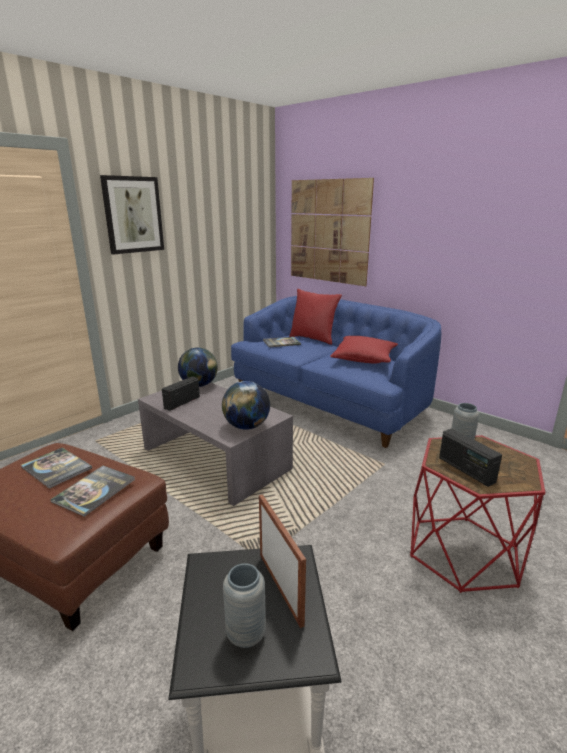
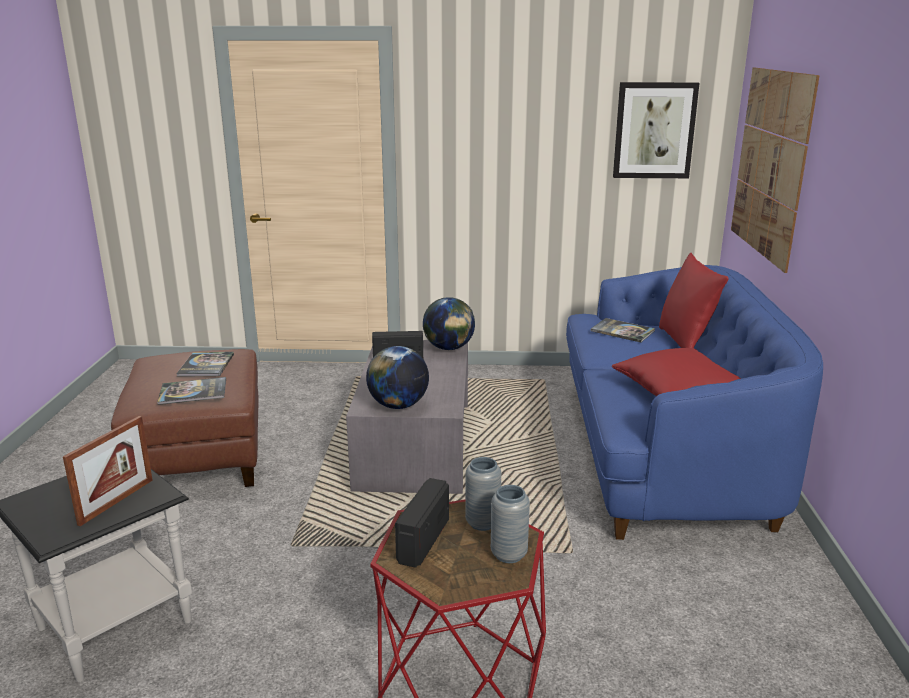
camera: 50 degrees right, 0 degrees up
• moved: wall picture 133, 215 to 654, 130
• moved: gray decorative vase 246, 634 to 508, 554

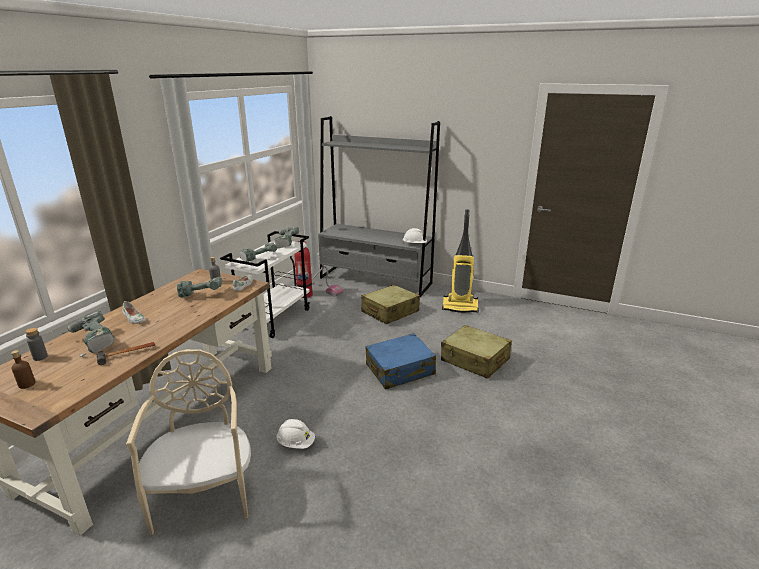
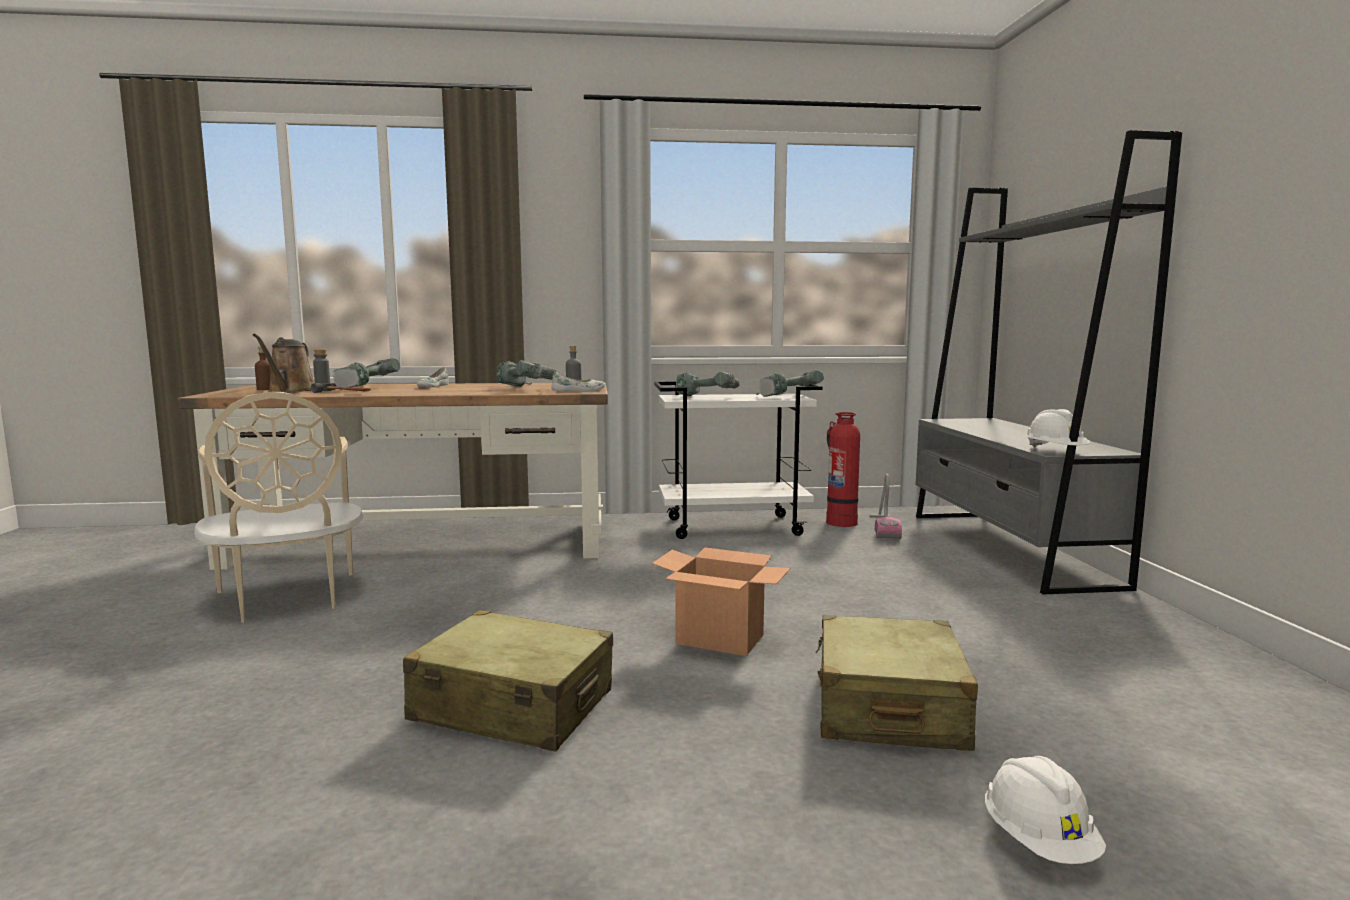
camera: 60 degrees right, 15 degrees down
• removed: vacuum 460, 307
• moved: sand-coloured travel case 390, 312 to 513, 706
• replaced: blue-coloured travel case 400, 370 to carton 721, 639
• turned: sand-coloured plain chair 204, 494 = 287, 598 105 degrees clockwise
• moved: white-coloured safety helmet 296, 443 to 1039, 842
• added: brown watering can 290, 391

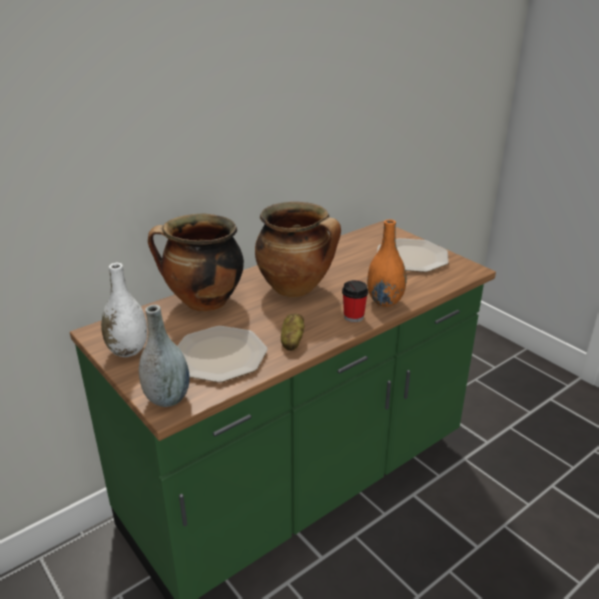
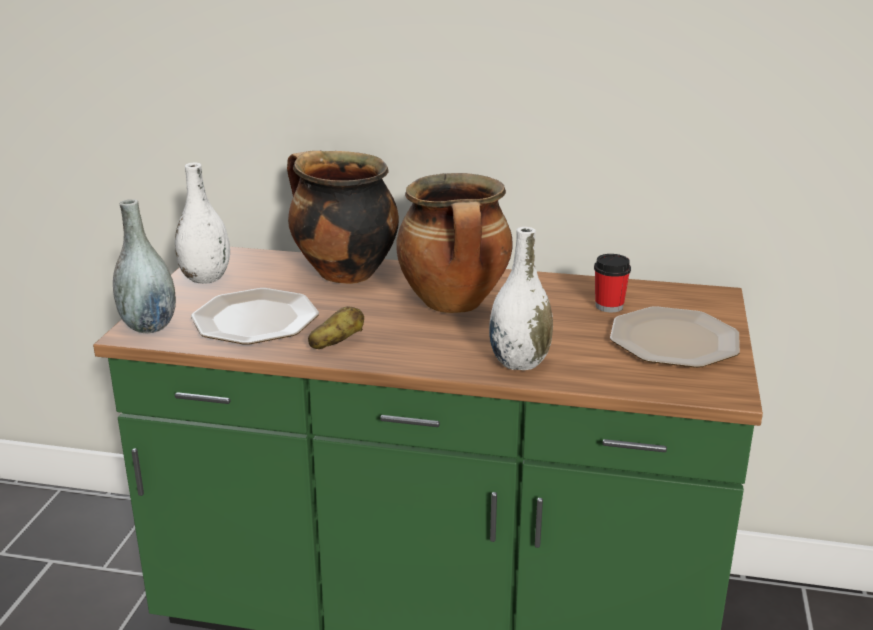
camera: 50 degrees right, 5 degrees down
• recoloured: orangey decorative vase 385, 301 to white-coloured decorative vase 519, 362
• moved: drinking cup 353, 317 to 609, 306

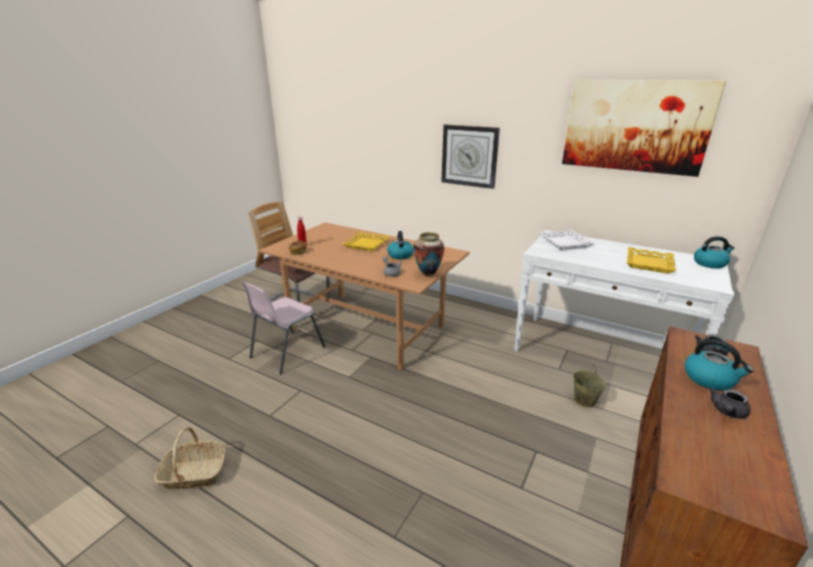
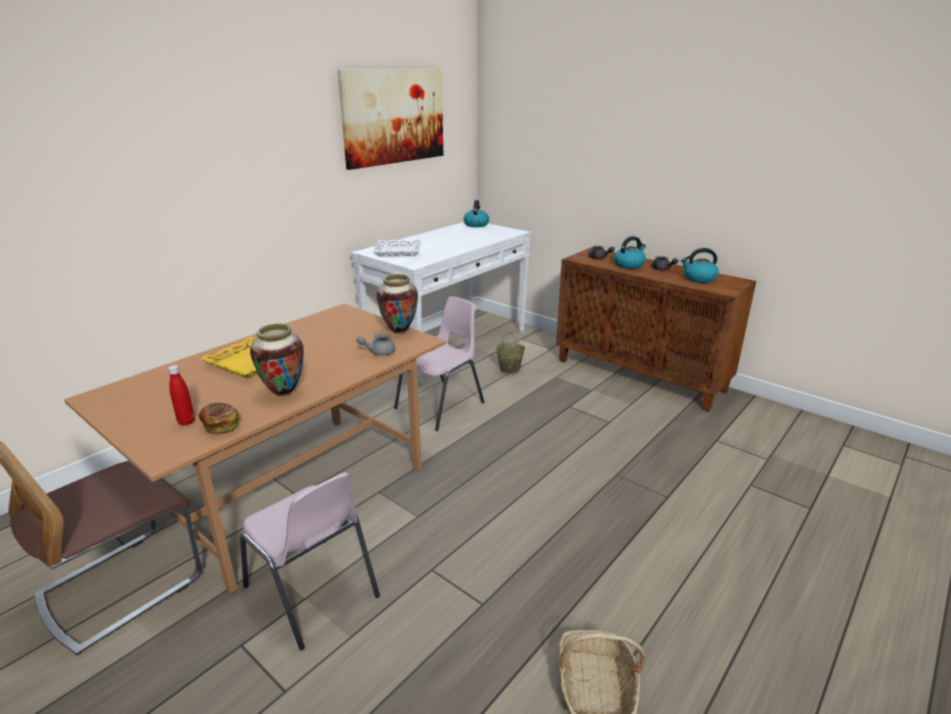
camera: 80 degrees left, 0 degrees up
• removed: hanging clock 469, 156
• moved: water kettle 400, 255 to 699, 278
• removed: yellow-coloured serving tray 648, 264
• added: pink plain chair 441, 405
• added: decorative vase 284, 392

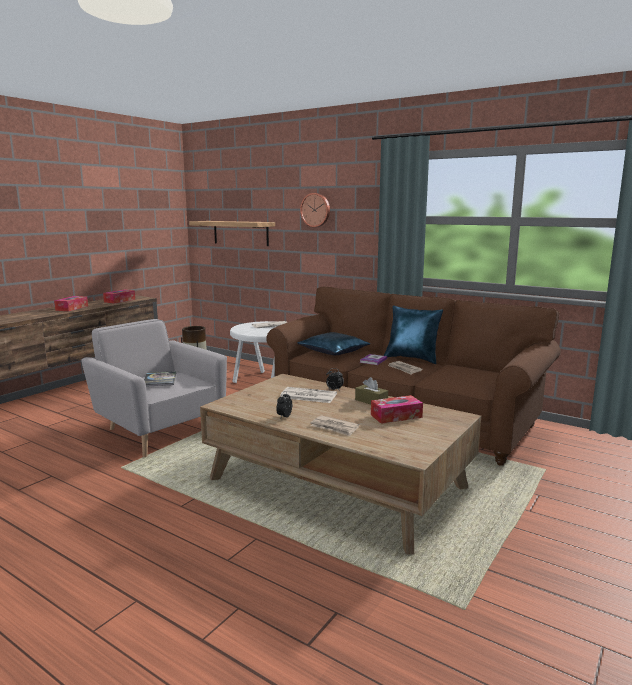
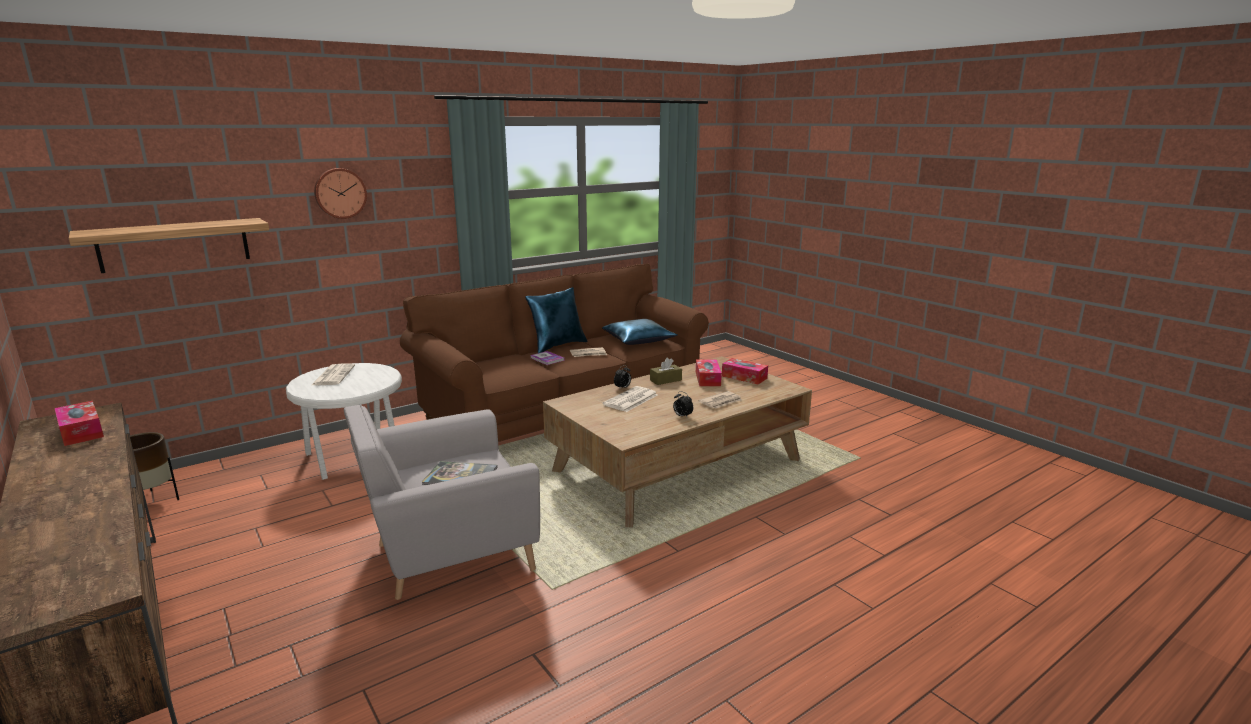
camera: 70 degrees left, 5 degrees up
• moved: tissue holder 72, 308 to 744, 377
• moved: blue-coloured throw pillow 334, 351 to 638, 340

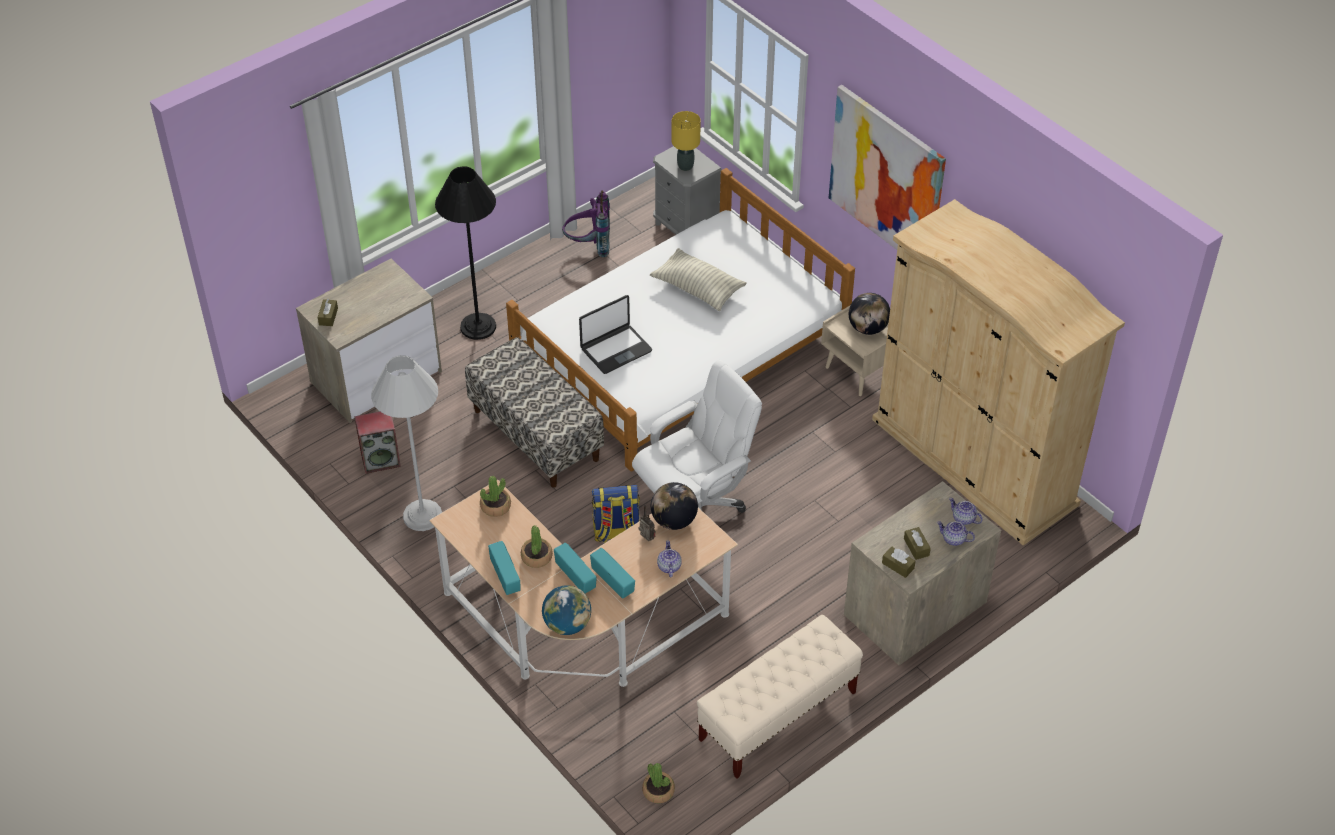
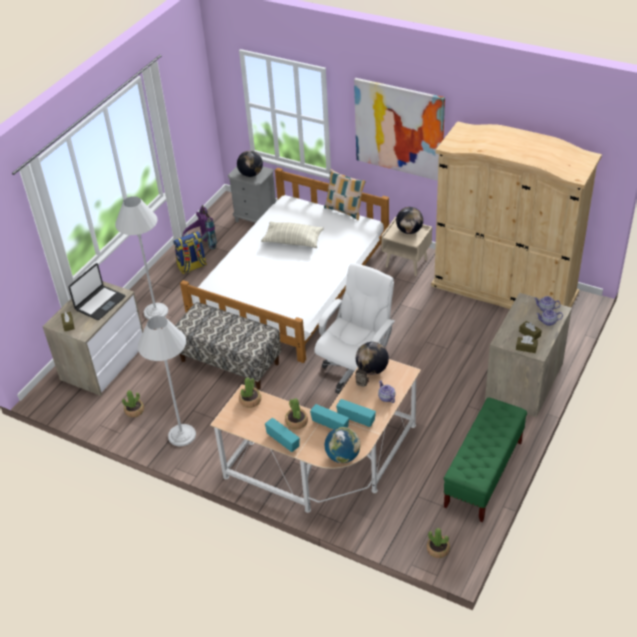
camera: 20 degrees left, 5 degrees down
• replaced: yellow-coloured lamp for a table 685, 166 to desk globe 251, 174
• recoloured: blackish standard lamp 478, 326 to white-coloured standard lamp 156, 312
• moved: notebook computer 615, 349 to 100, 303
• replaced: loudspeaker 381, 459 to houseplant 134, 411
• moved: backpack 616, 532 to 192, 267
• recoloured: sand-coloured long seat 777, 716 to green-coloured long seat 483, 474
• added: throw pillow 344, 210

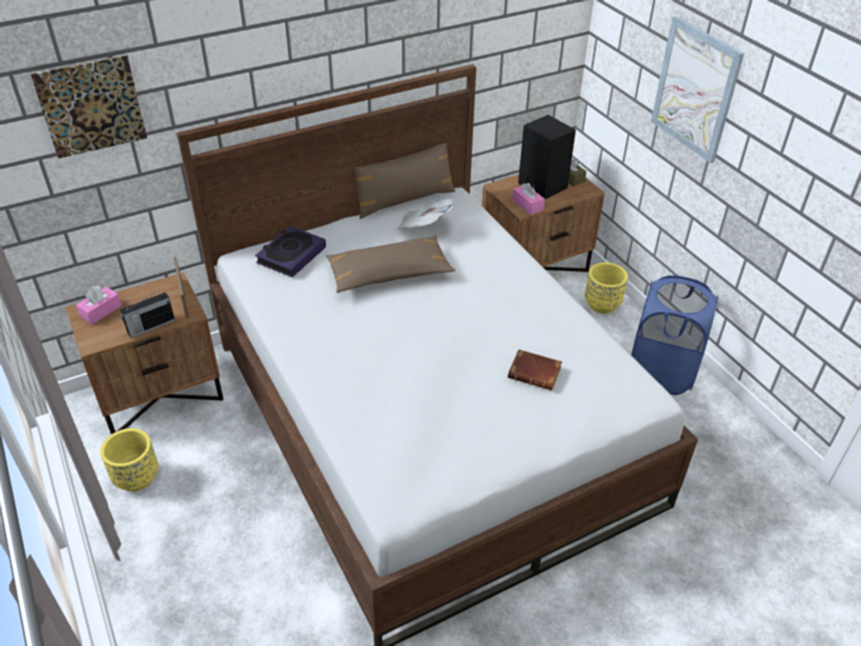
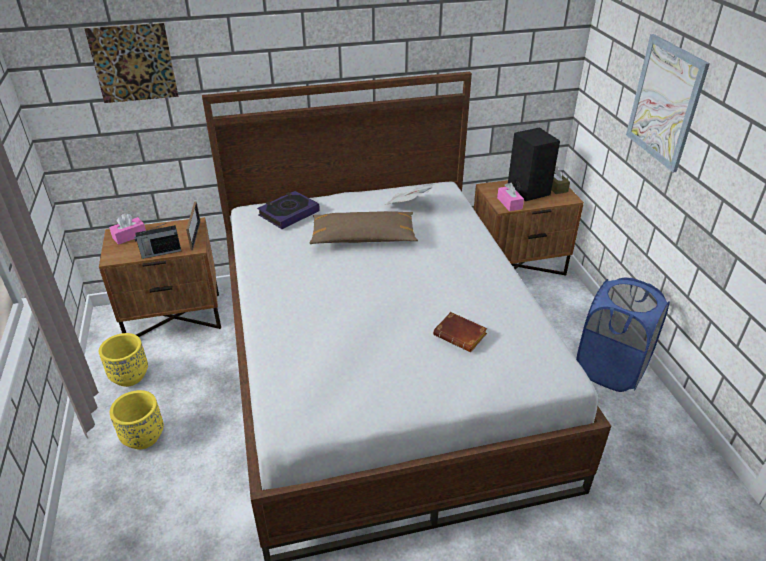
camera: 15 degrees right, 5 degrees down
• removed: brown throw pillow 404, 200
• moved: yellow-coloured plant pot 602, 305 to 143, 437

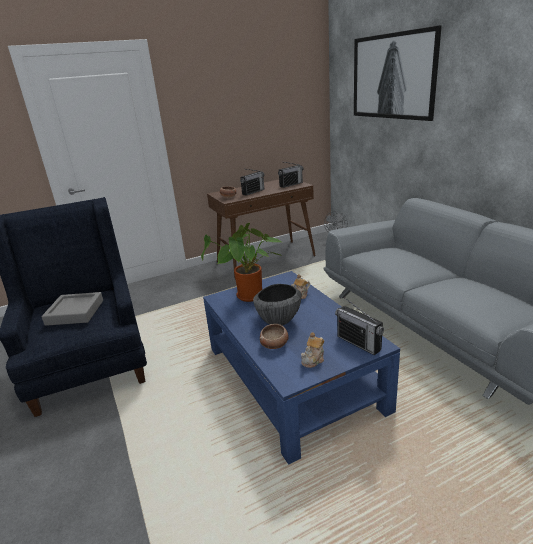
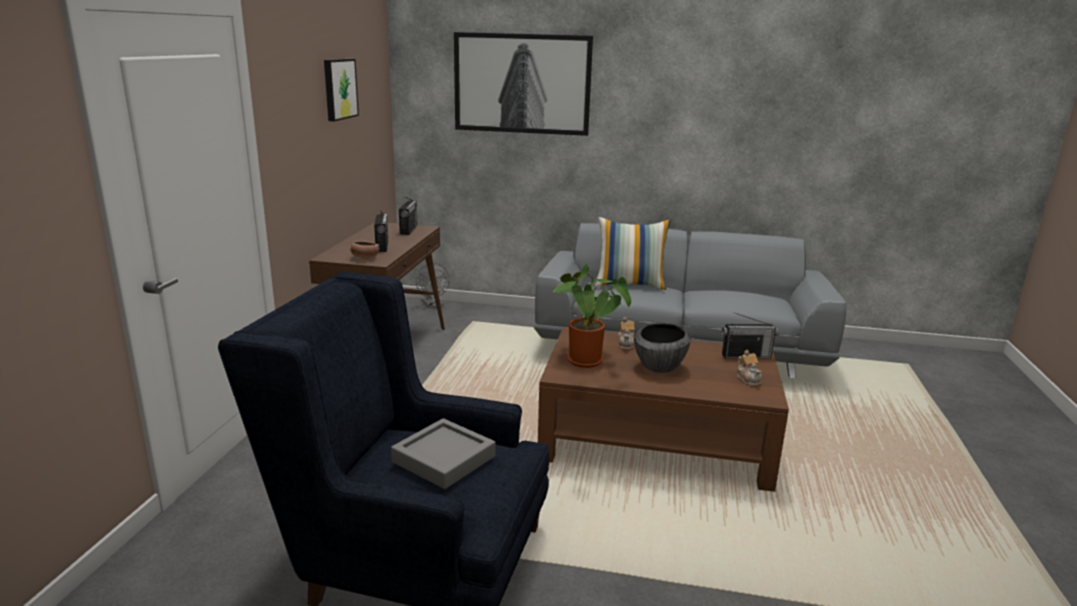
camera: 55 degrees left, 5 degrees down
• recoloured: blue-coloured lounge table 292, 378 to brown lounge table 656, 440
• removed: deep dish 275, 344
• added: wall picture 339, 89
• added: throw pillow 630, 284

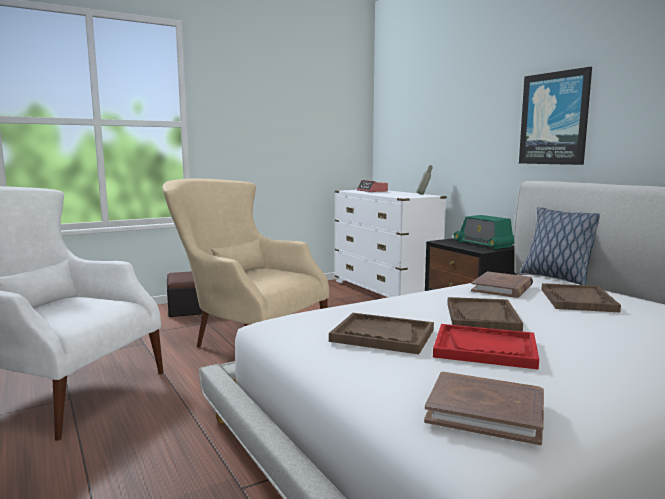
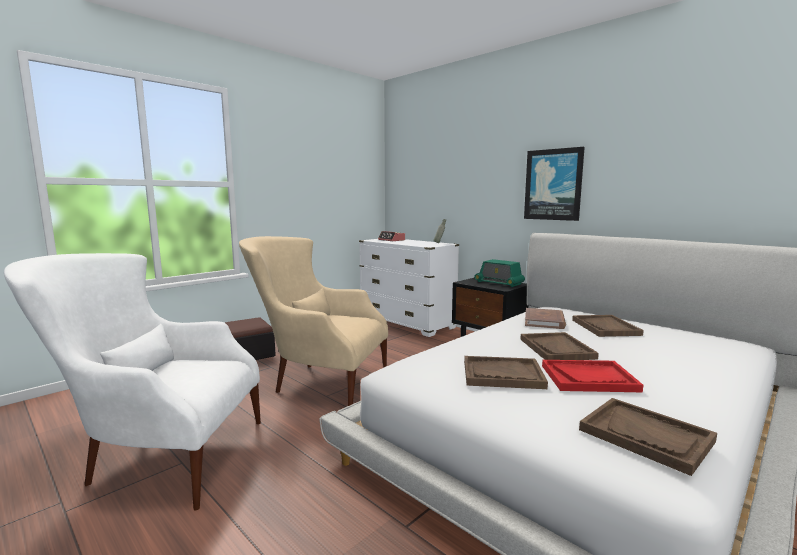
camera: 15 degrees left, 0 degrees up
• removed: throw pillow 556, 278
• replaced: brown bound book 485, 411 to brown serving tray 646, 436

